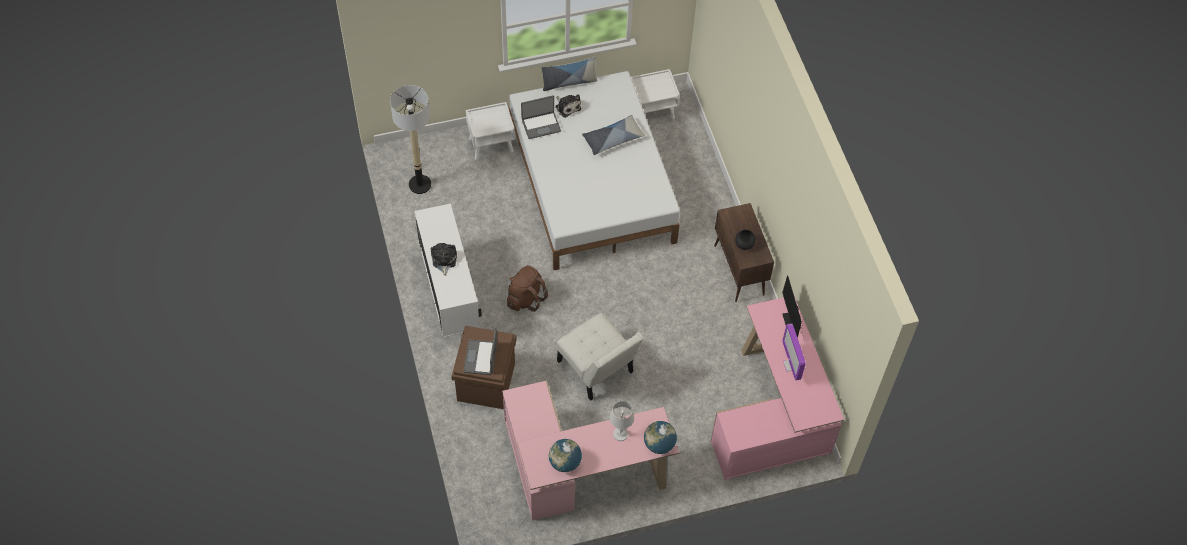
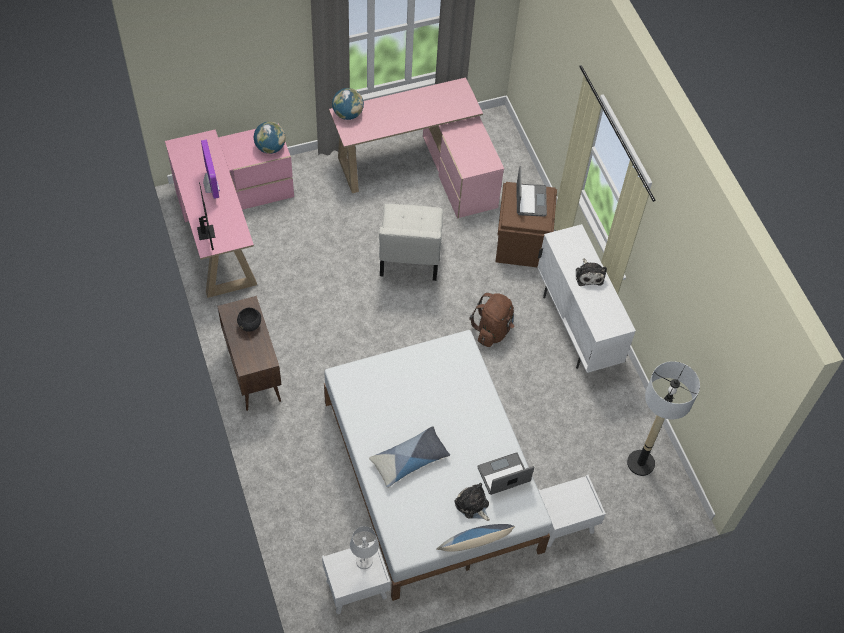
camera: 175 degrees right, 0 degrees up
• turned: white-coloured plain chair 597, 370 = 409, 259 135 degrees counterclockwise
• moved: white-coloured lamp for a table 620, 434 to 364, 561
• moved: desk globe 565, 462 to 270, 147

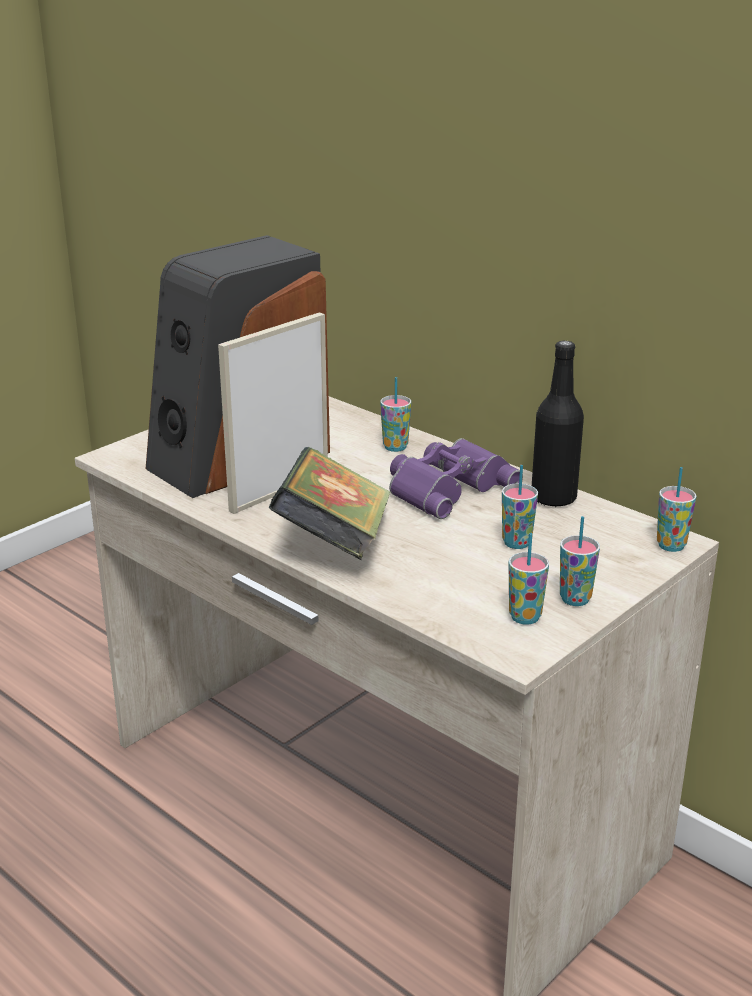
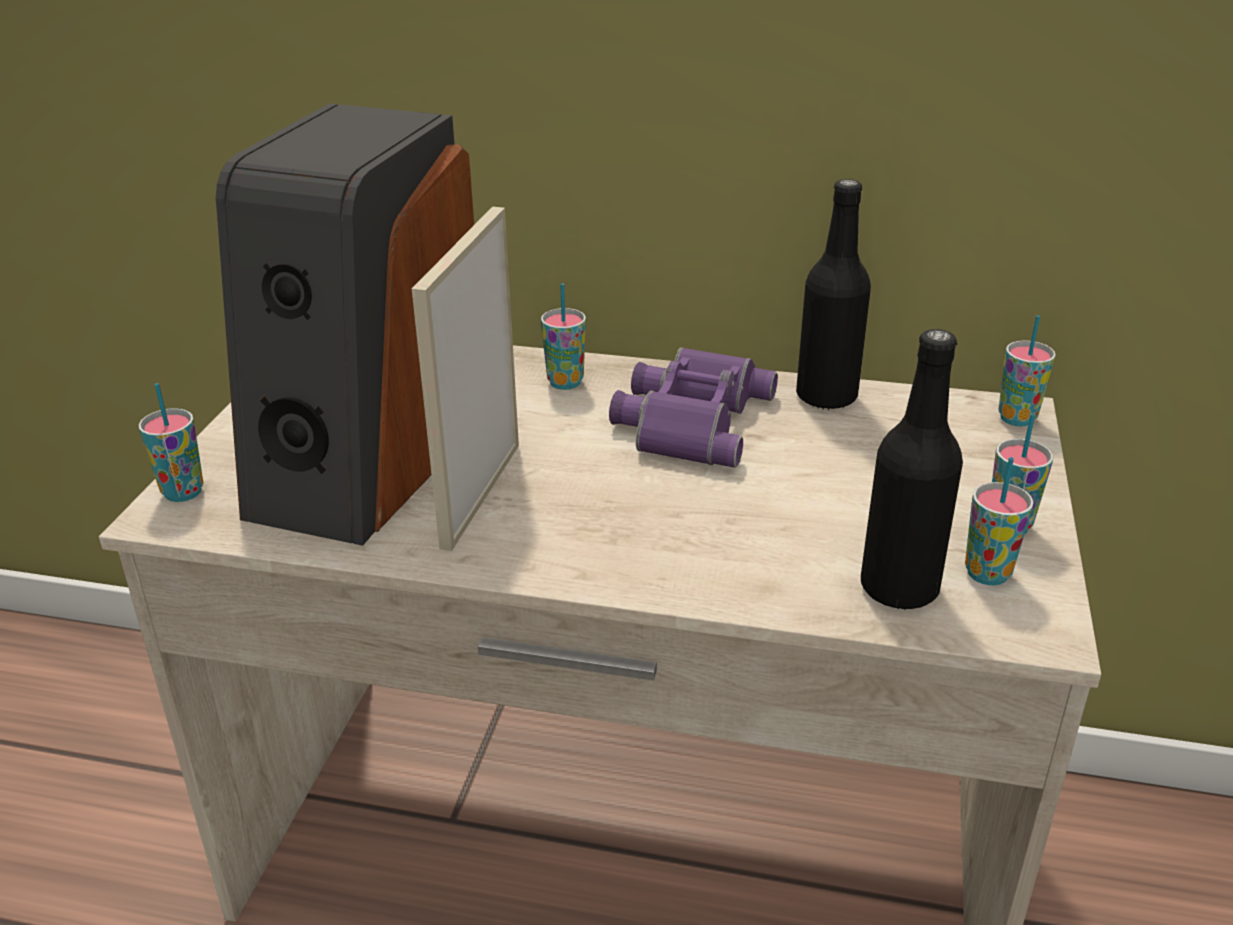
camera: 30 degrees left, 5 degrees up
• removed: bound book 333, 543
• moved: drinking cup 516, 543 to 183, 492
• added: blackish beverage bottle 899, 588

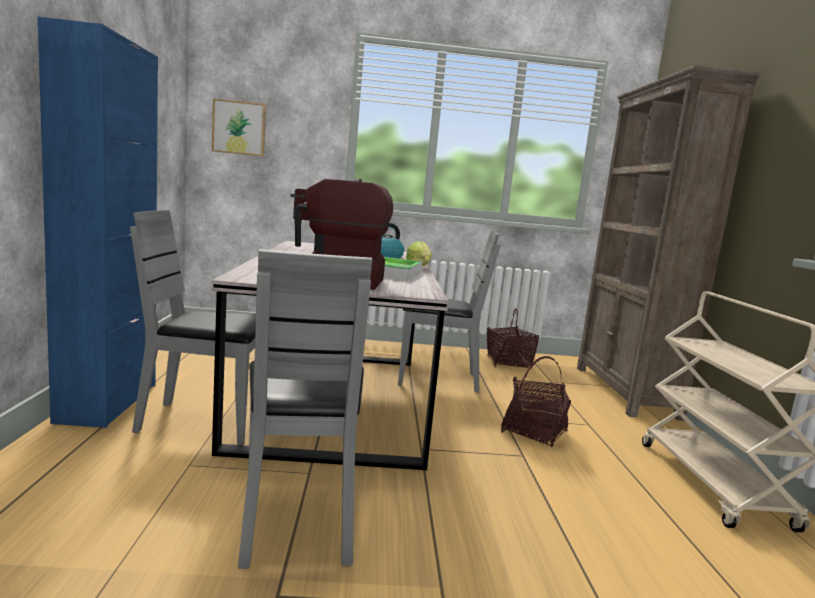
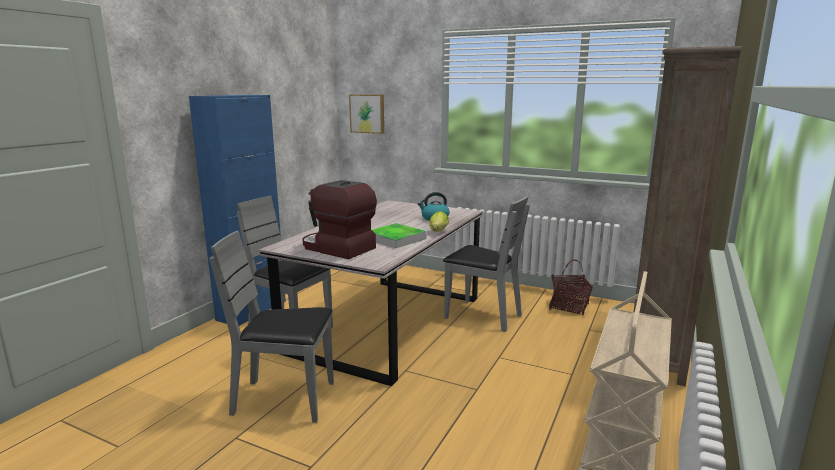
camera: 30 degrees right, 5 degrees up
• turned: gray plain chair 298, 518 = 285, 399 75 degrees clockwise
• removed: basket 534, 432

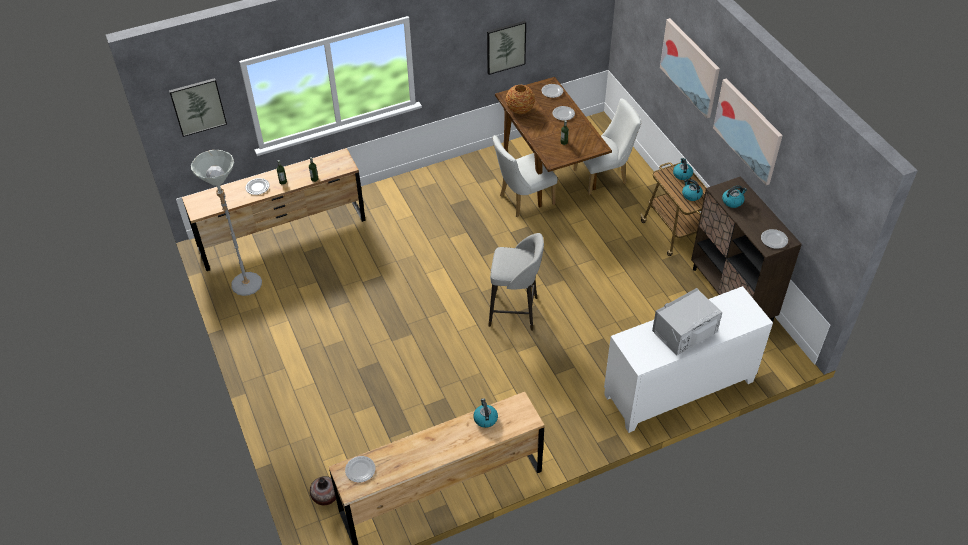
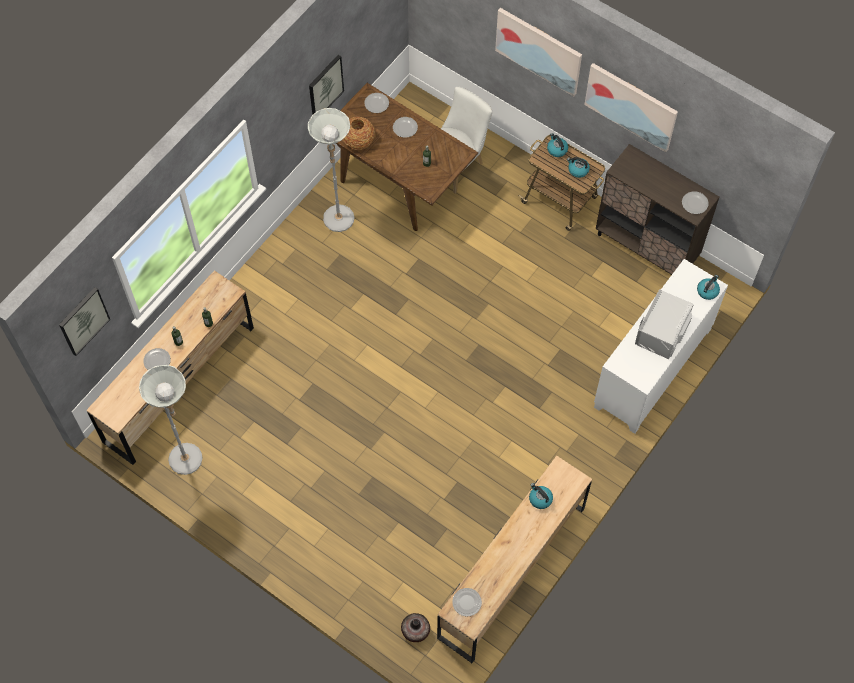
camera: 30 degrees left, 15 degrees up
• removed: white-coloured plain chair 522, 200
• moved: water kettle 732, 201 to 707, 291
• removed: gray stool seat 515, 312
• added: gray standard lamp 339, 224

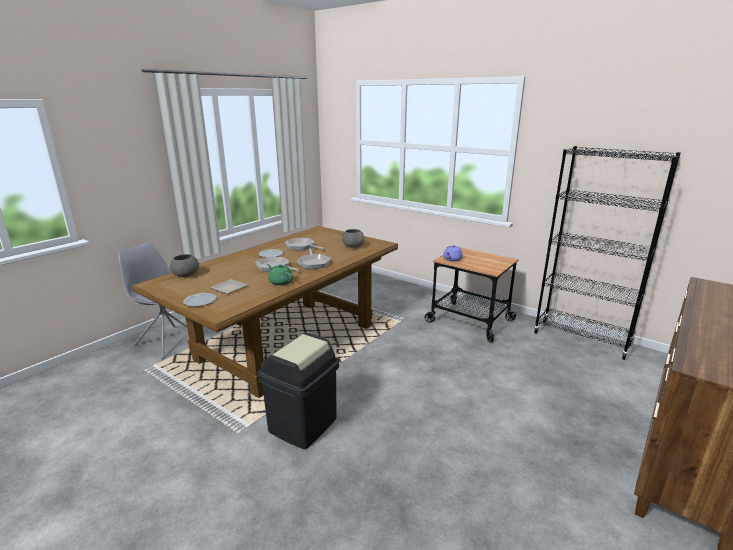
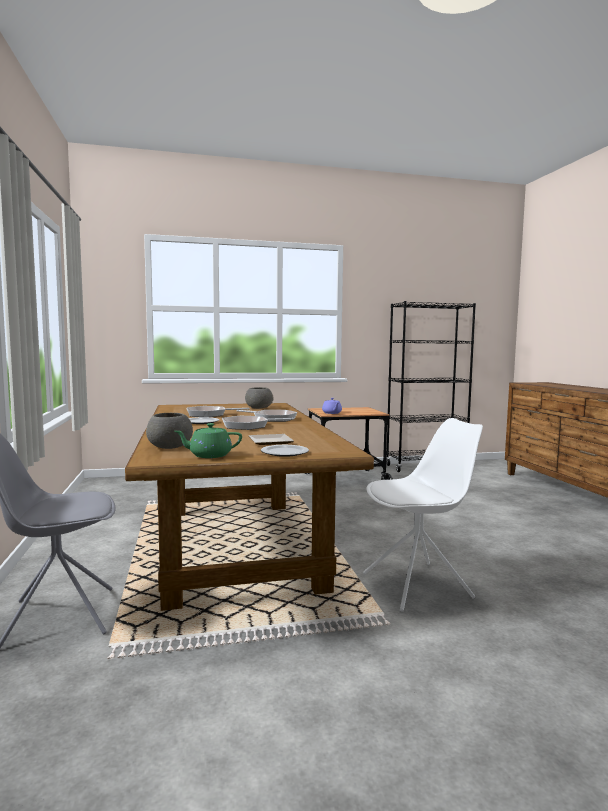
camera: 50 degrees left, 15 degrees down
• moved: green-coloured pot for tea 280, 282 to 209, 455
• replaced: blackish rubbish bin 303, 425 to white-coloured plain chair 418, 585

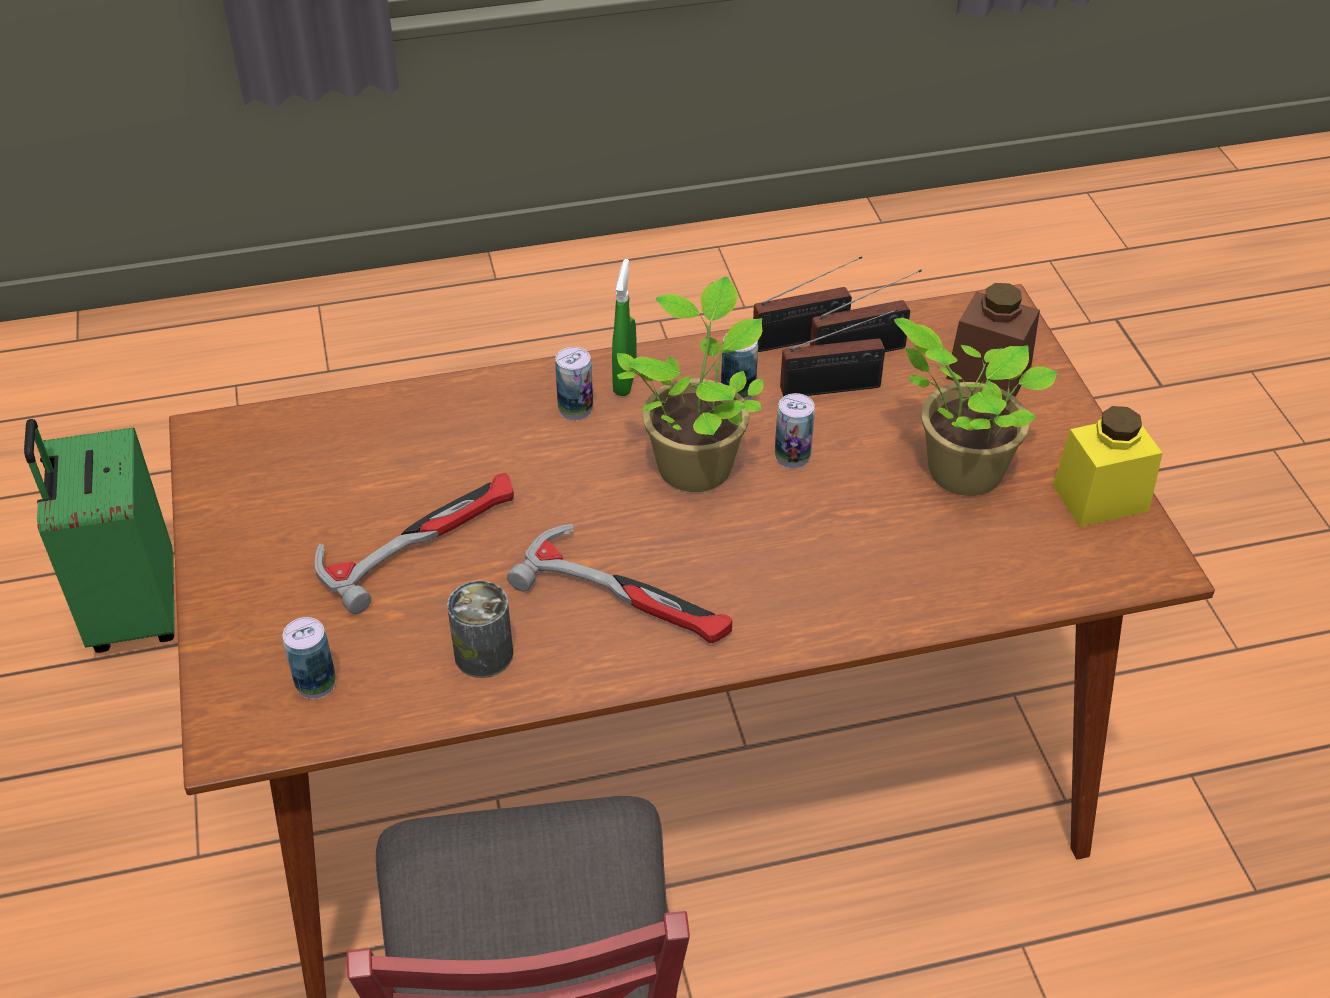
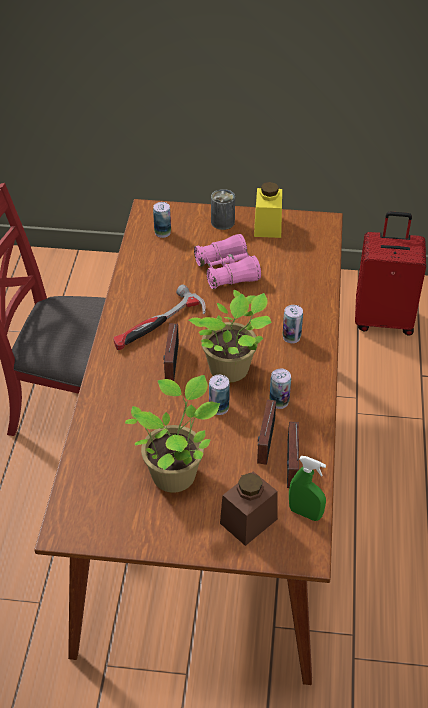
camera: 110 degrees right, 0 degrees up
• moved: radio 806, 338 to 171, 364
• moved: green-coloured spray bottle 625, 381 to 305, 513
• moved: yellow-coloured jar 1100, 498 to 267, 226
• recoloured: green-coloured travel case 131, 611 to red-coloured travel case 383, 319
• replaced: hammer 420, 538 to pink field glasses 227, 271
• moved: metal can 483, 654 to 222, 222

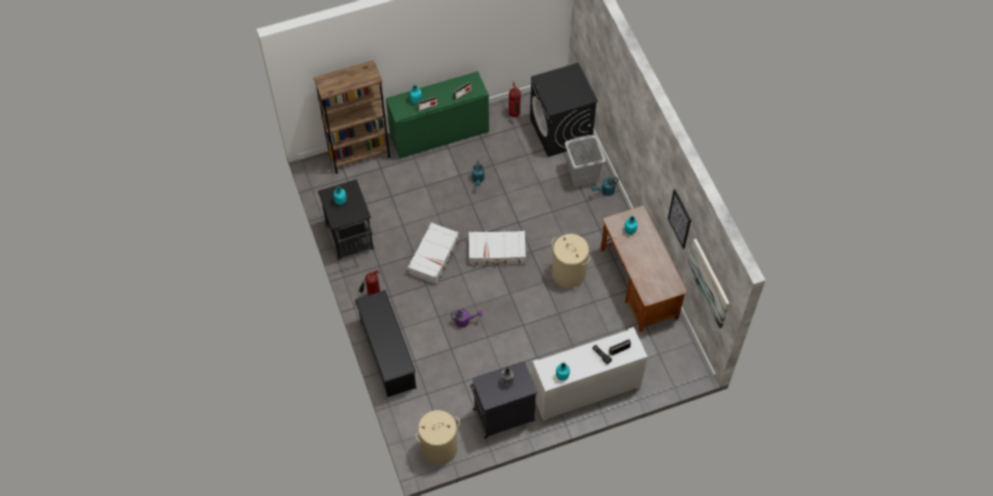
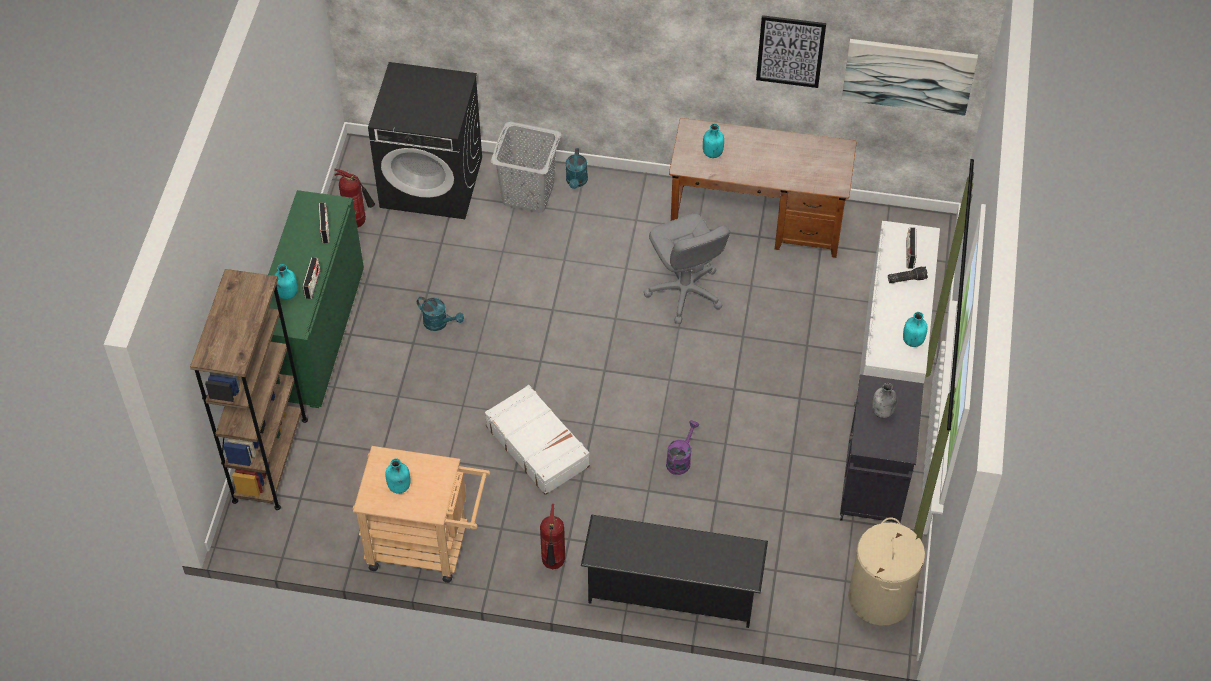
camera: 60 degrees left, 5 degrees down
• recoloured: blackish trolley 351, 241 to sand-coloured trolley 427, 546
• removed: white-coloured travel case 497, 252
• replaced: sand-coloured washing basket 568, 273 to gray office chair 684, 292

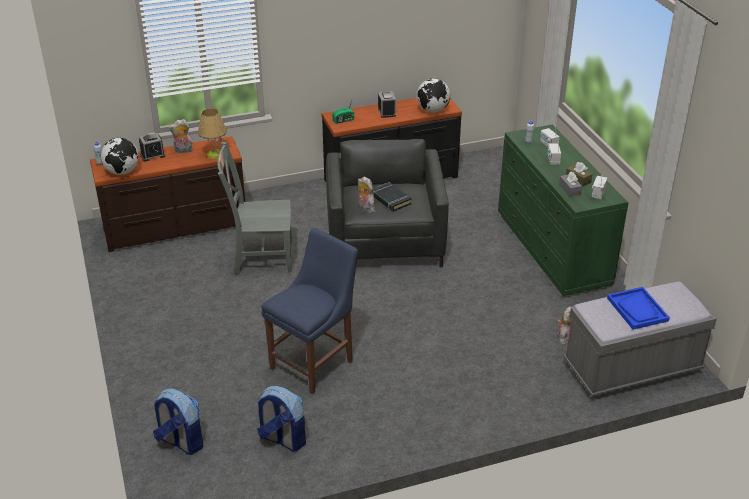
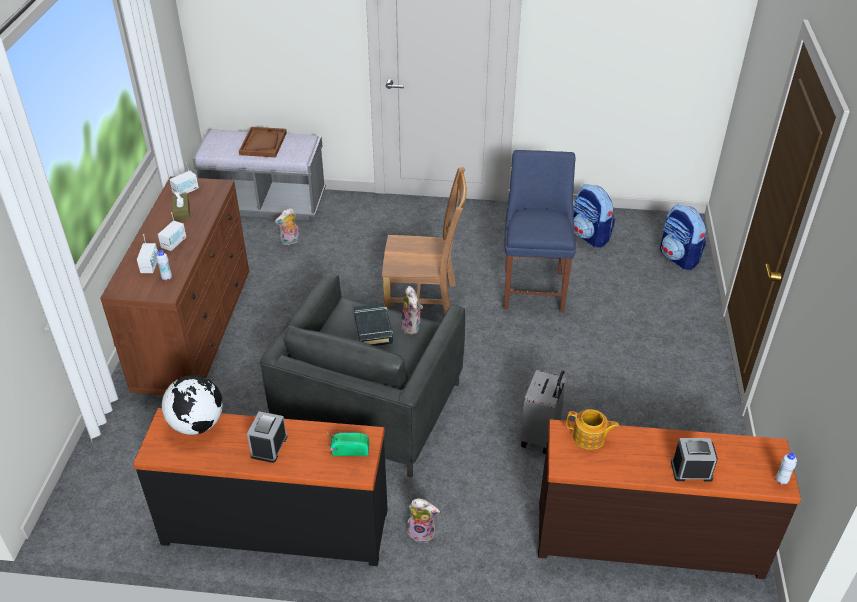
camera: 155 degrees left, 5 degrees up
• replaced: lamp for a table 214, 154 to pot for tea 589, 438
• moved: cuddly toy 183, 151 to 422, 532
• recoloured: green-coloured dresser 552, 249 to brown dresser 195, 330
• removed: desk globe 122, 172
• replaced: gray plain chair 260, 257 to gray travel case 541, 436
• removed: gray tissue holder 569, 189
• turned: blue-coloured plain chair 315, 363 = 534, 287 120 degrees clockwise
• recoloured: blue-coloured serving tray 637, 309 to brown serving tray 263, 143
• added: brown plain chair 424, 303

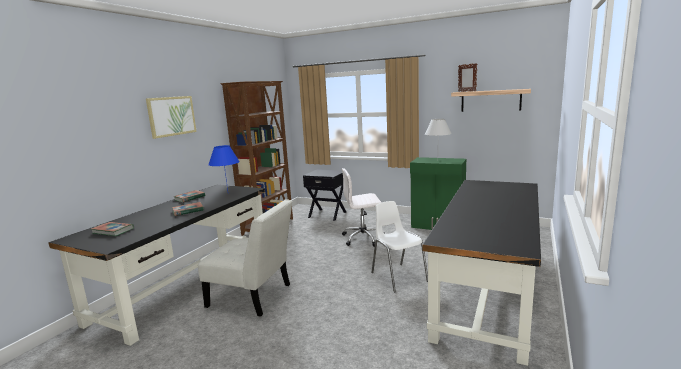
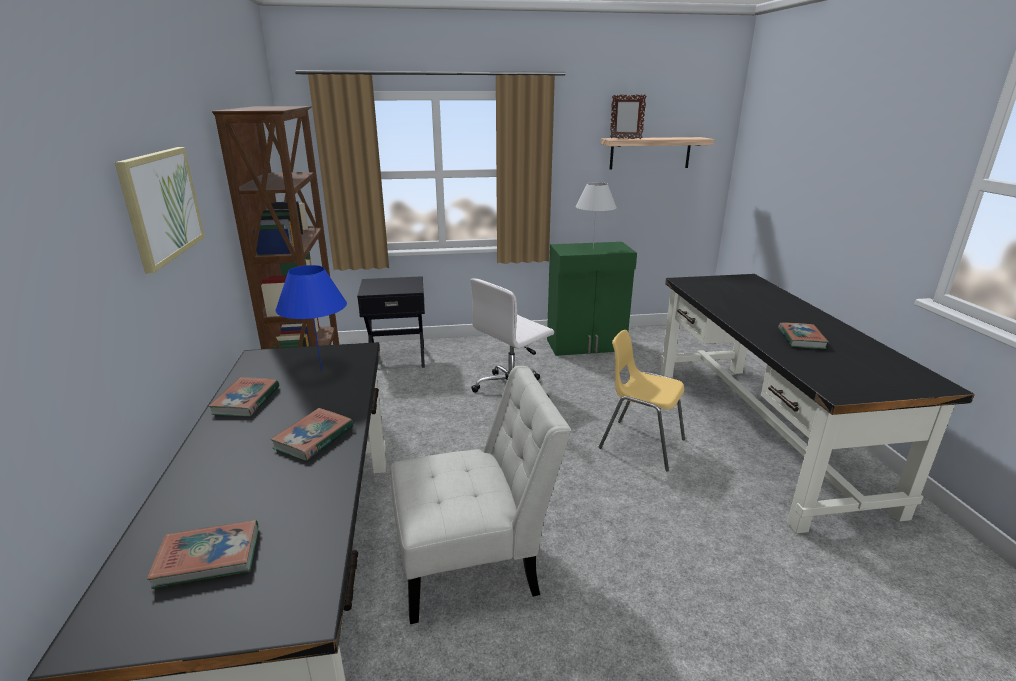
camera: 35 degrees left, 10 degrees up
• recoloured: white-coloured plain chair 398, 277 to yellow-coloured plain chair 640, 444
• added: bound book 801, 339

